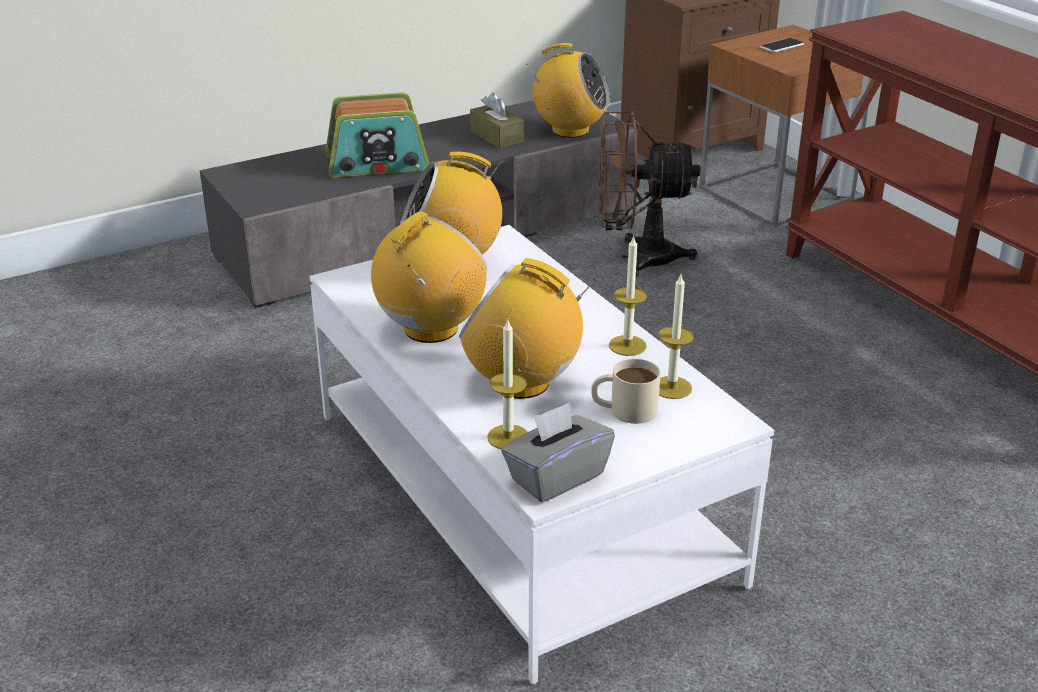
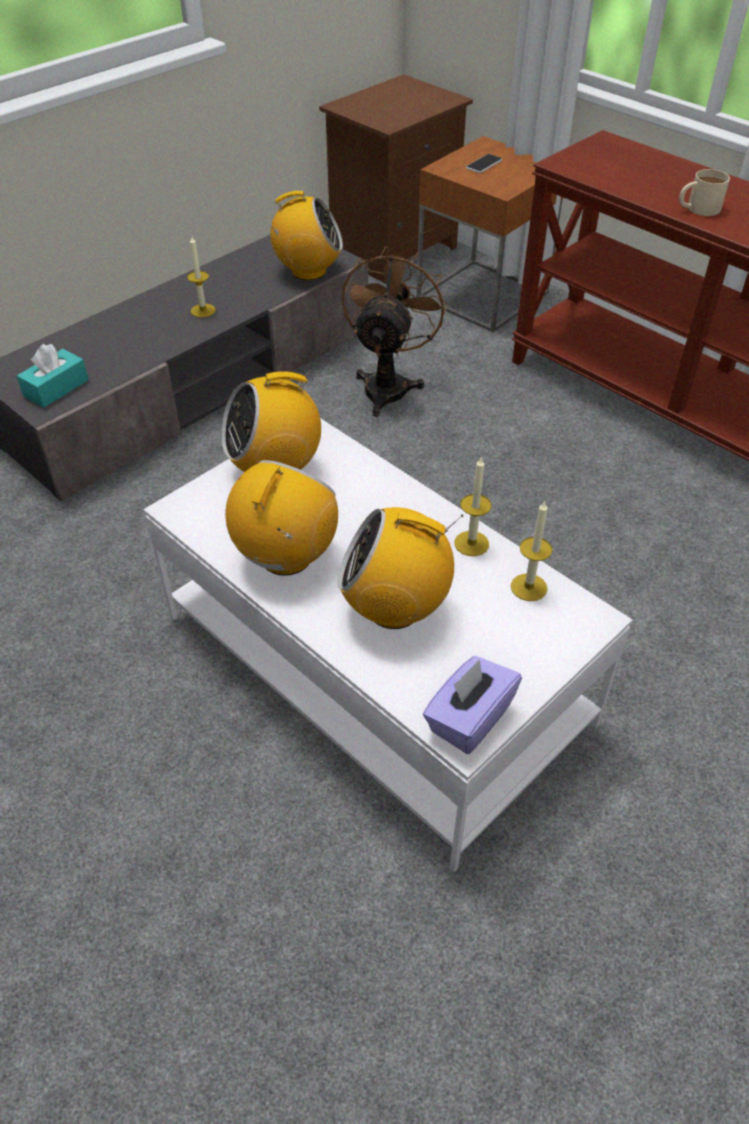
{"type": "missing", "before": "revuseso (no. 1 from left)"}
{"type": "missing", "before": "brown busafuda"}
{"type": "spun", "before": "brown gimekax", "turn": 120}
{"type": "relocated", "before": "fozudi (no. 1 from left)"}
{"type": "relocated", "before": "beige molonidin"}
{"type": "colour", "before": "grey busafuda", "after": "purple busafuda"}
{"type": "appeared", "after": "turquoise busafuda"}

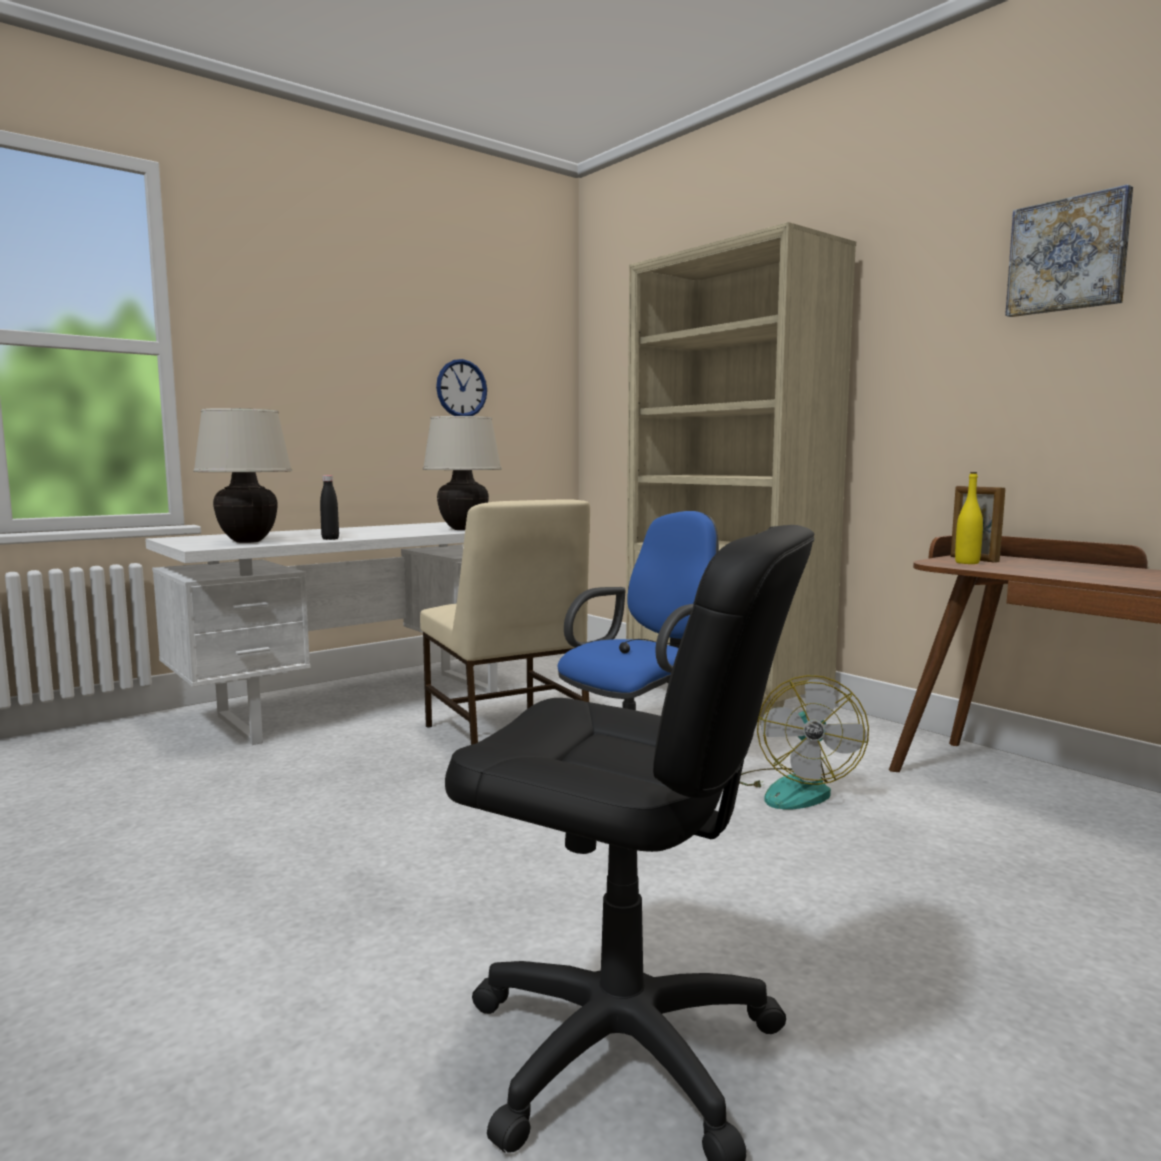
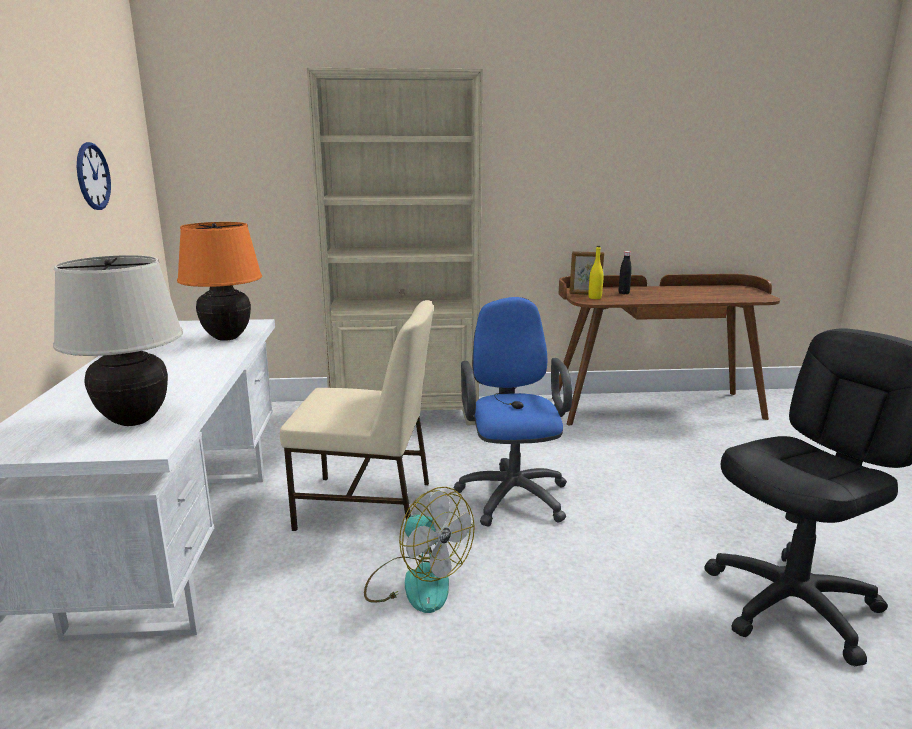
{"type": "missing", "before": "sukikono"}
{"type": "colour", "before": "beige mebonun (no. 2 from left)", "after": "orange mebonun"}
{"type": "relocated", "before": "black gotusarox"}
{"type": "relocated", "before": "gimekax"}

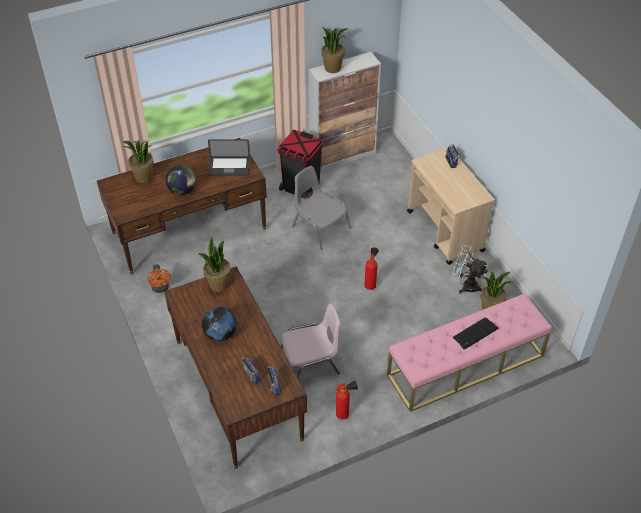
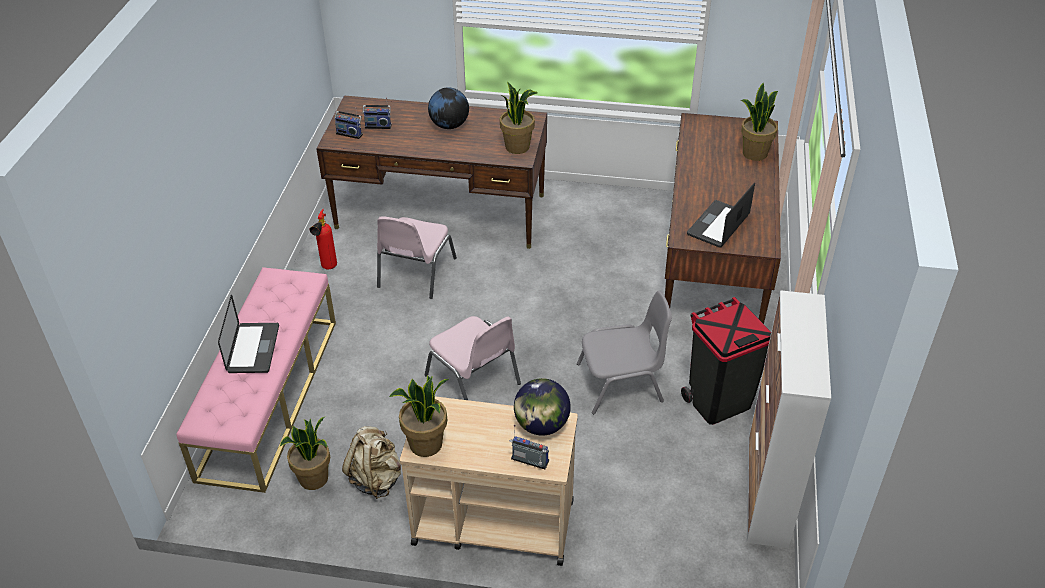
{"type": "relocated", "before": "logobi (no. 3 from left in the first image)", "after": "logobi (no. 2 from left)"}
{"type": "relocated", "before": "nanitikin (no. 1 from left in the first image)", "after": "nanitikin (no. 2 from left)"}
{"type": "exchanged", "before": "white gimekax", "after": "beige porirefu"}
{"type": "exchanged", "before": "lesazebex (no. 2 from left)", "after": "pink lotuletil (no. 2 from left)"}
{"type": "missing", "before": "orange gimekax"}
{"type": "exchanged", "before": "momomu", "after": "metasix (no. 1 from left)"}

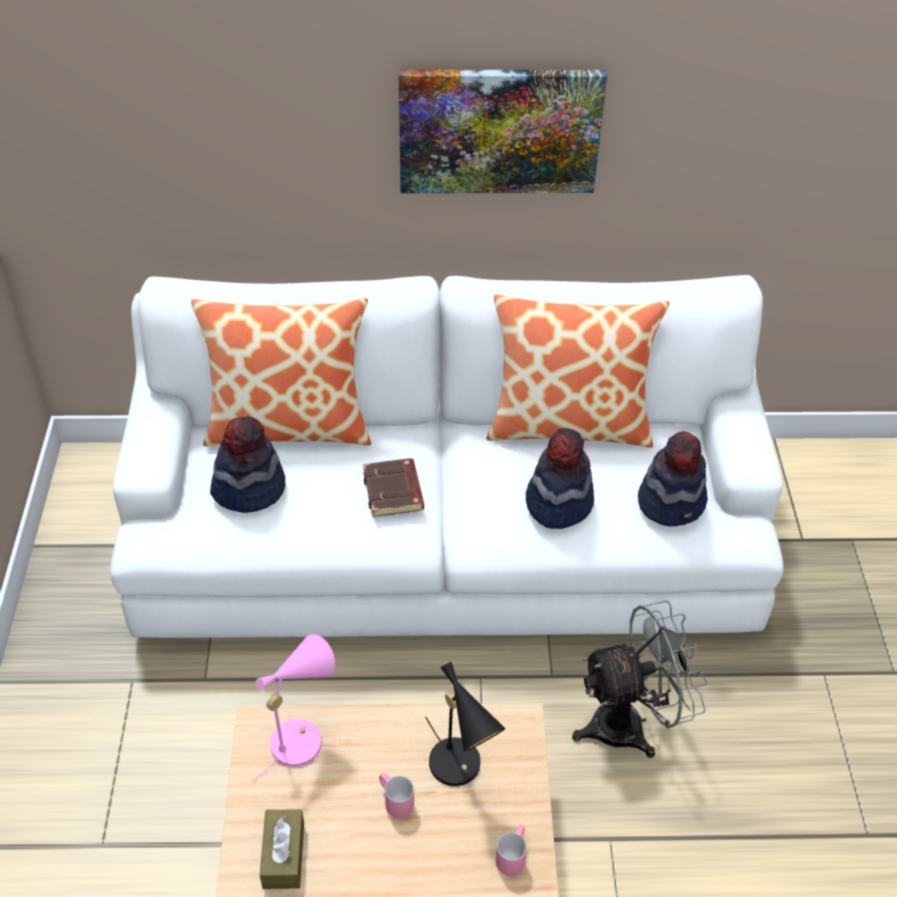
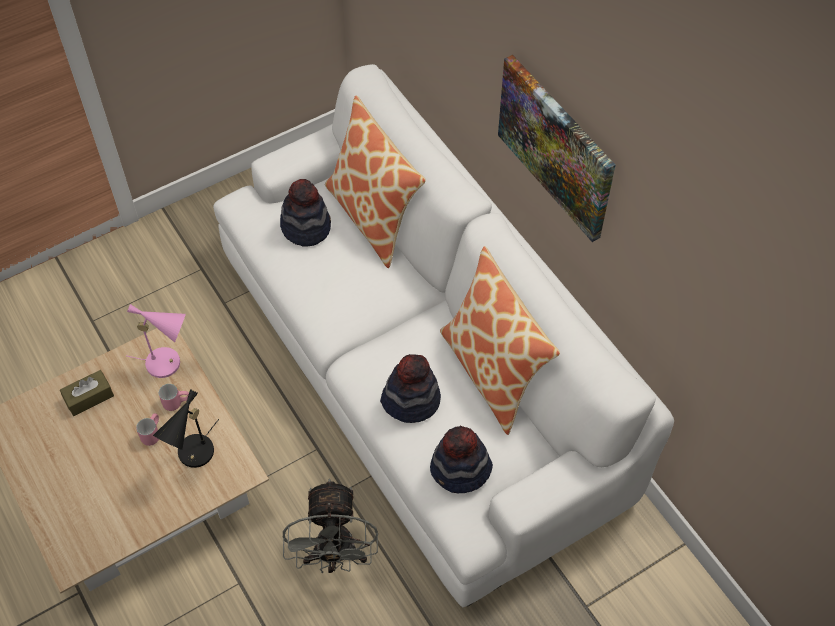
{"type": "missing", "before": "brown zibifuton"}
{"type": "spun", "before": "grey gimekax", "turn": 45}
{"type": "relocated", "before": "pink molonidin (no. 2 from left)"}

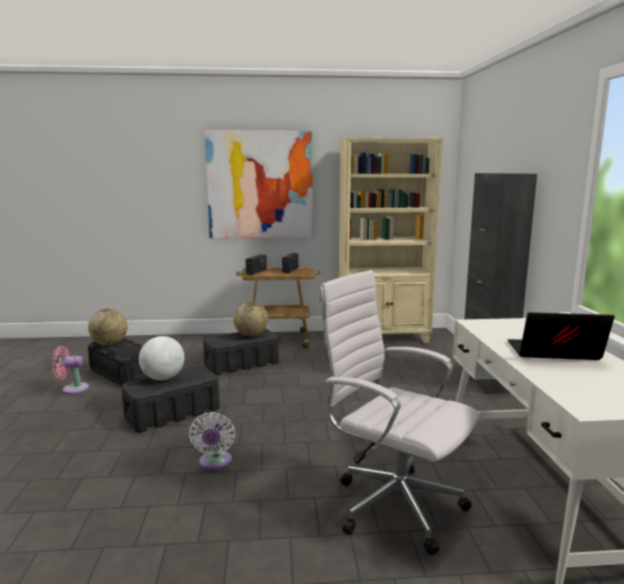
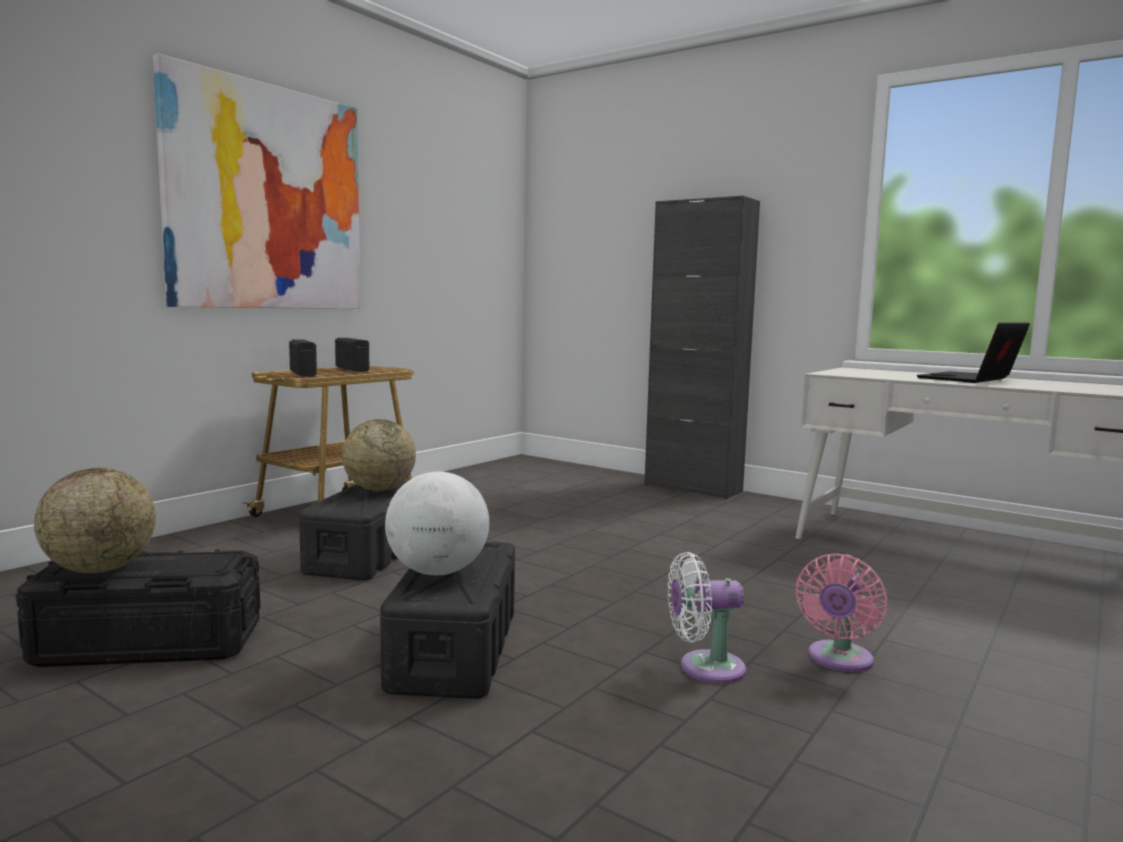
{"type": "missing", "before": "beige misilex"}
{"type": "missing", "before": "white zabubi"}
{"type": "relocated", "before": "pink gimekax"}
{"type": "spun", "before": "white gimekax", "turn": 135}

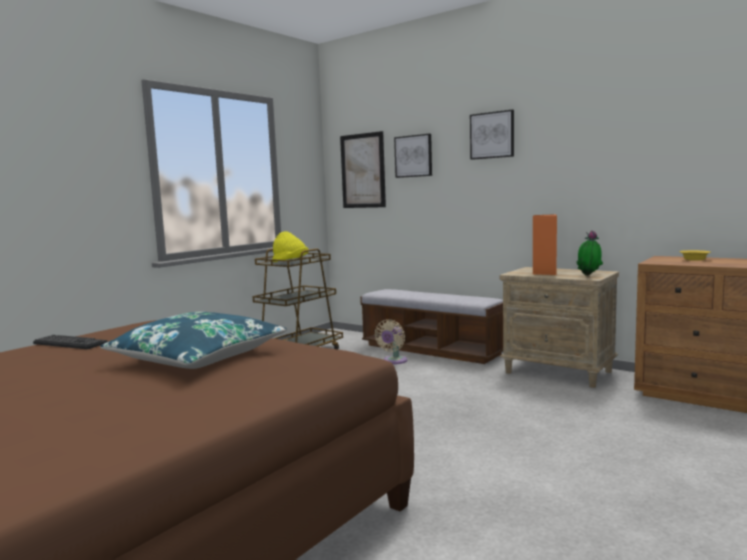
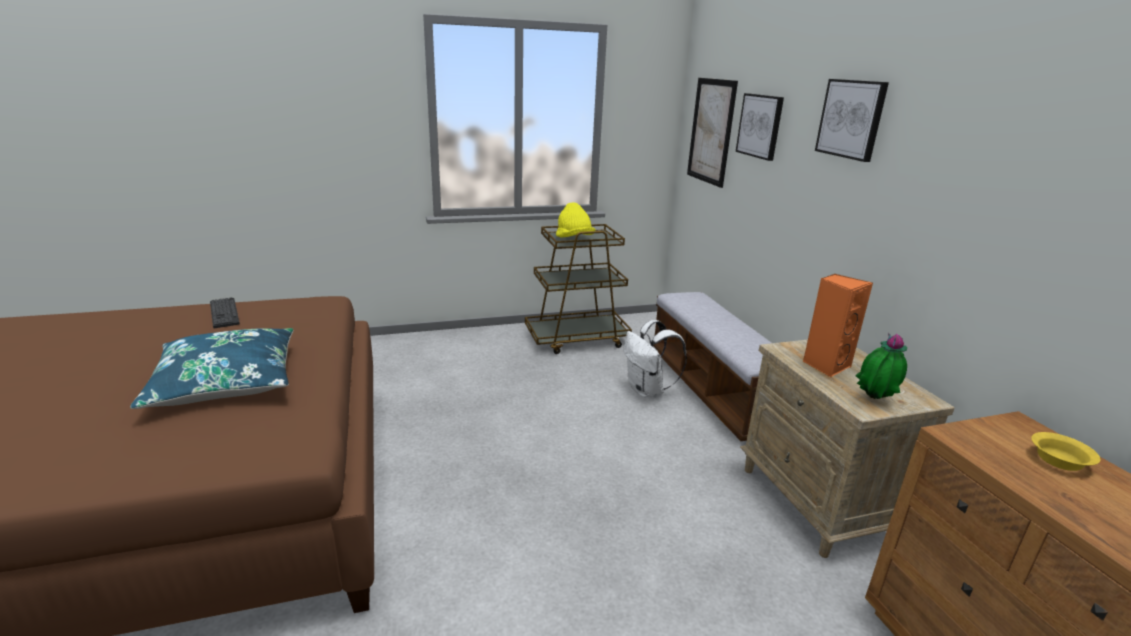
{"type": "exchanged", "before": "beige gimekax", "after": "white porirefu"}

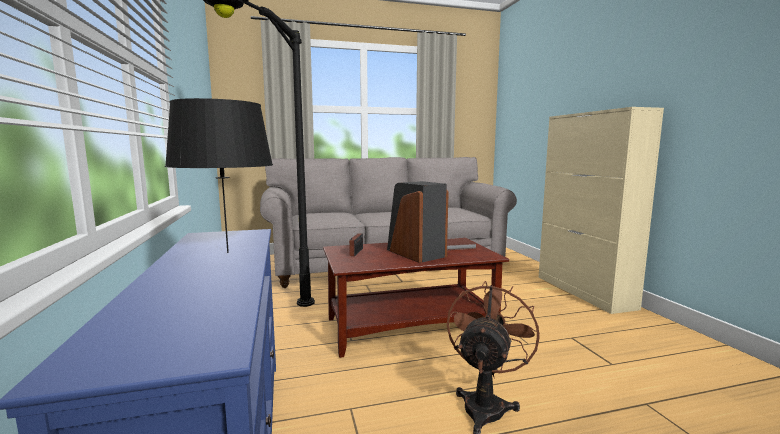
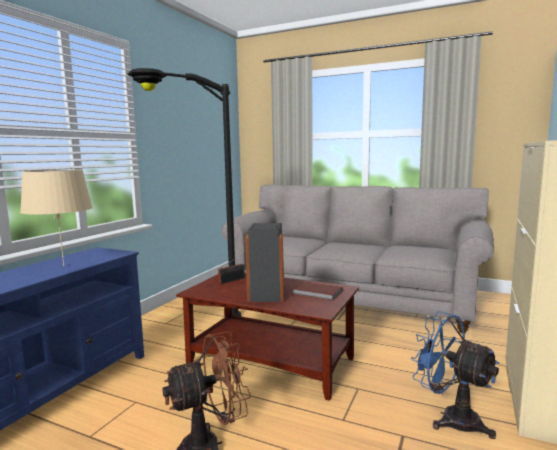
{"type": "colour", "before": "black mebonun", "after": "beige mebonun"}
{"type": "appeared", "after": "blue gimekax"}

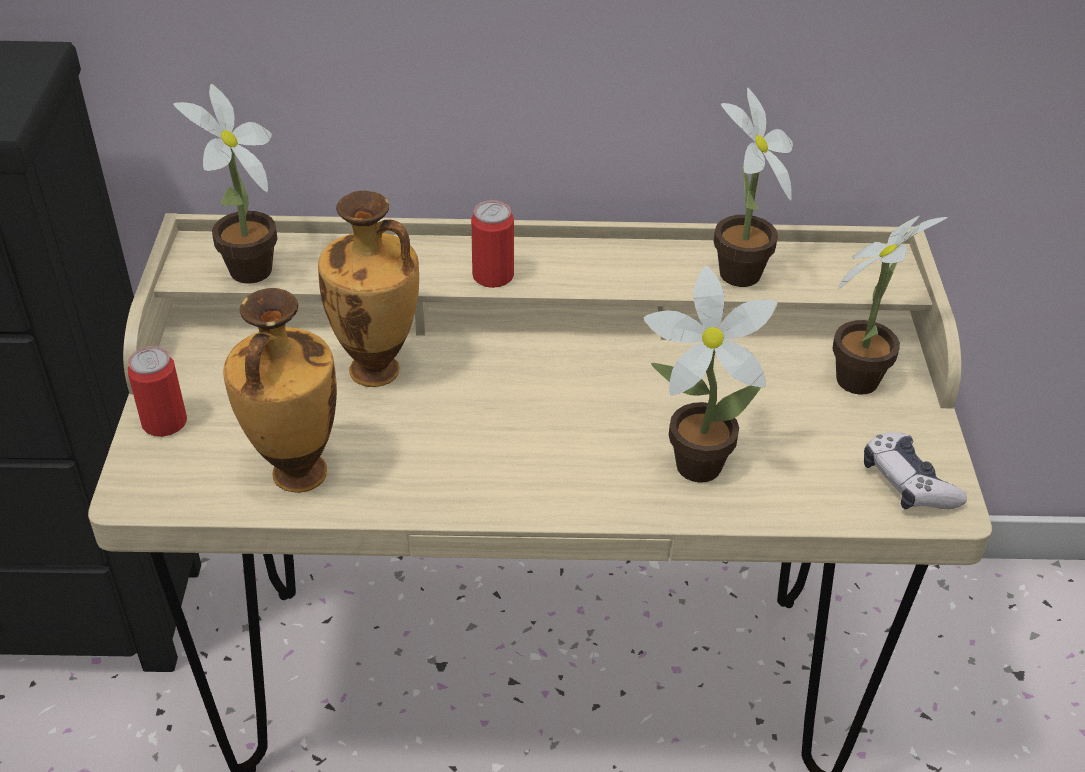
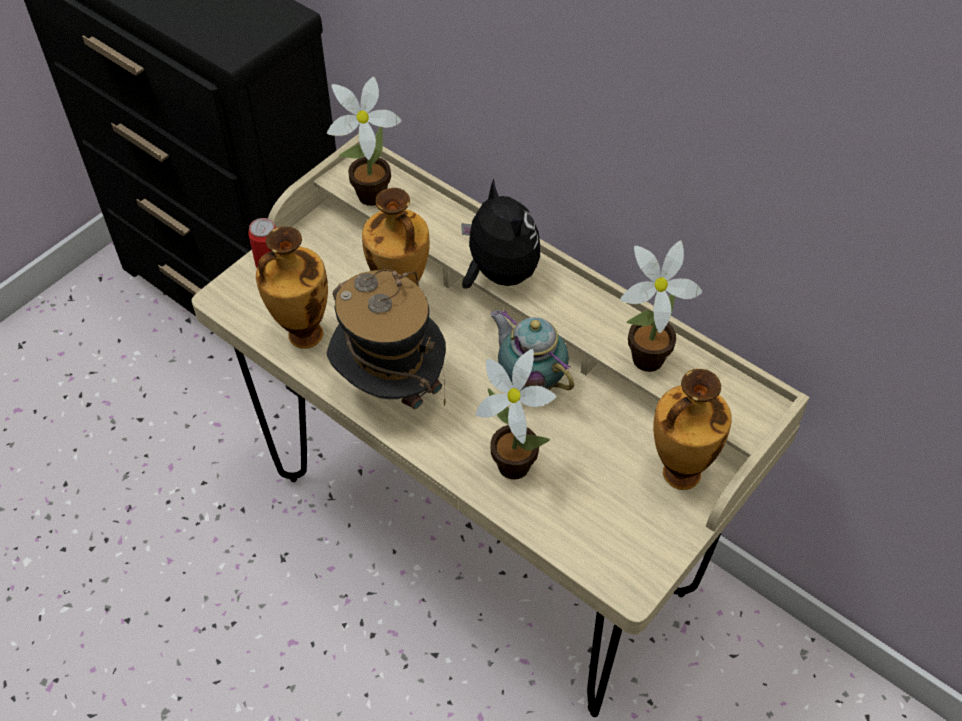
{"type": "exchanged", "before": "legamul (no. 2 from left)", "after": "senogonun"}
{"type": "exchanged", "before": "logobi (no. 4 from left)", "after": "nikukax (no. 3 from left)"}
{"type": "missing", "before": "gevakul"}
{"type": "appeared", "after": "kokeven"}
{"type": "appeared", "after": "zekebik"}

